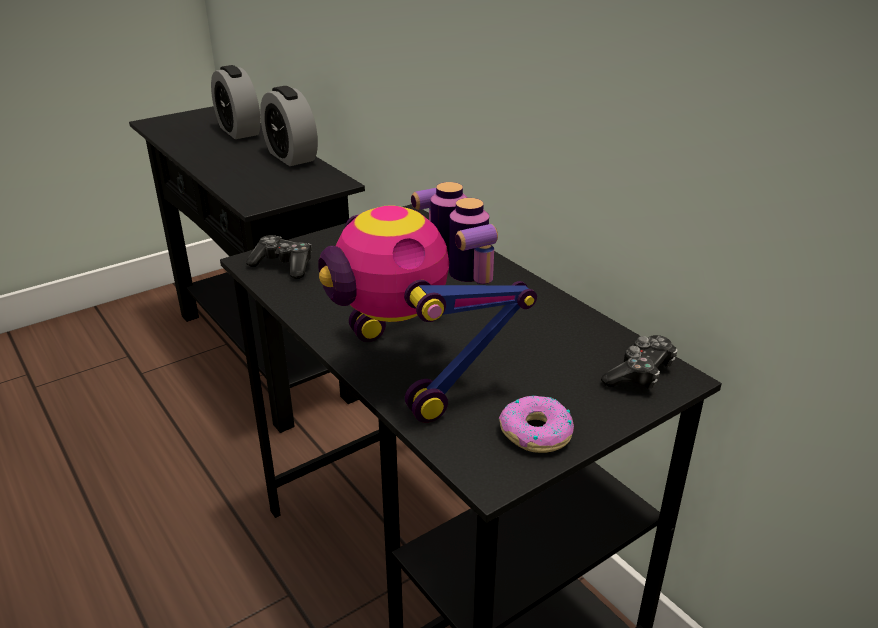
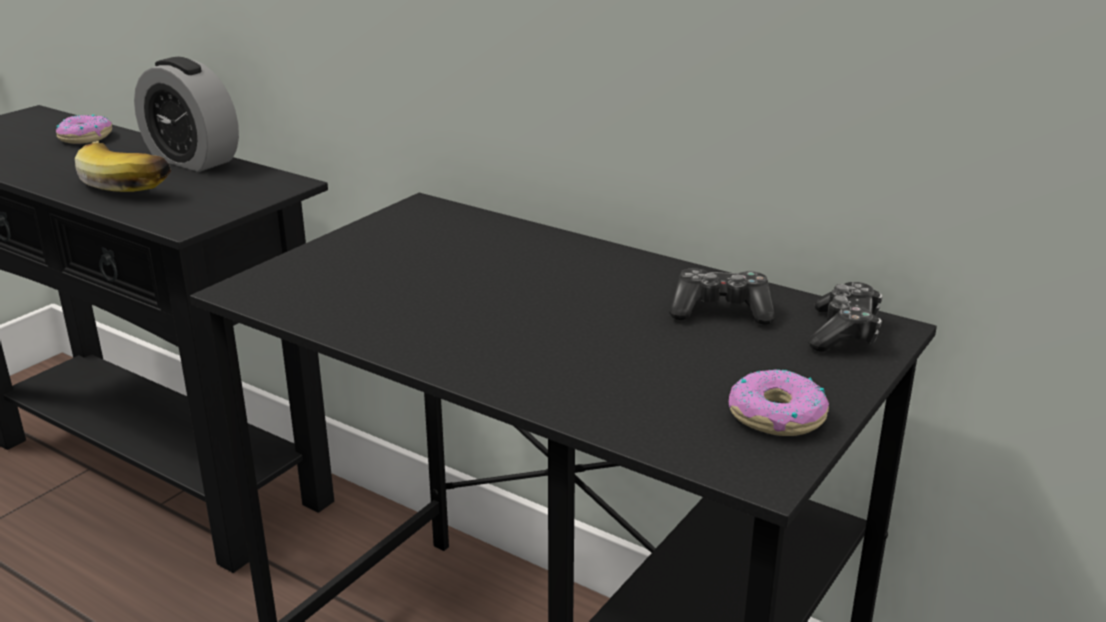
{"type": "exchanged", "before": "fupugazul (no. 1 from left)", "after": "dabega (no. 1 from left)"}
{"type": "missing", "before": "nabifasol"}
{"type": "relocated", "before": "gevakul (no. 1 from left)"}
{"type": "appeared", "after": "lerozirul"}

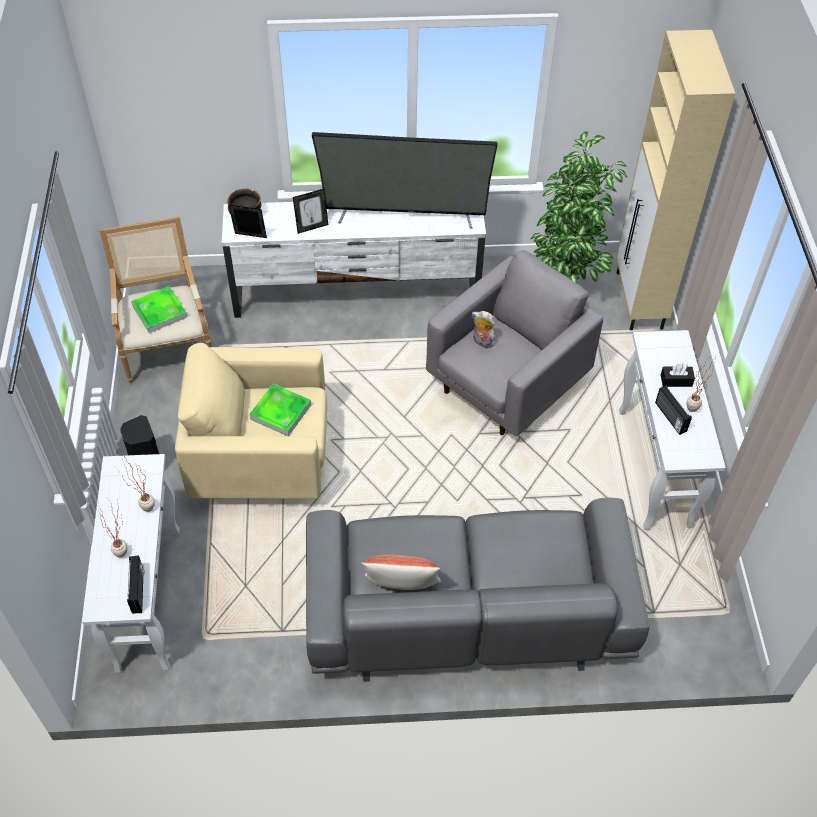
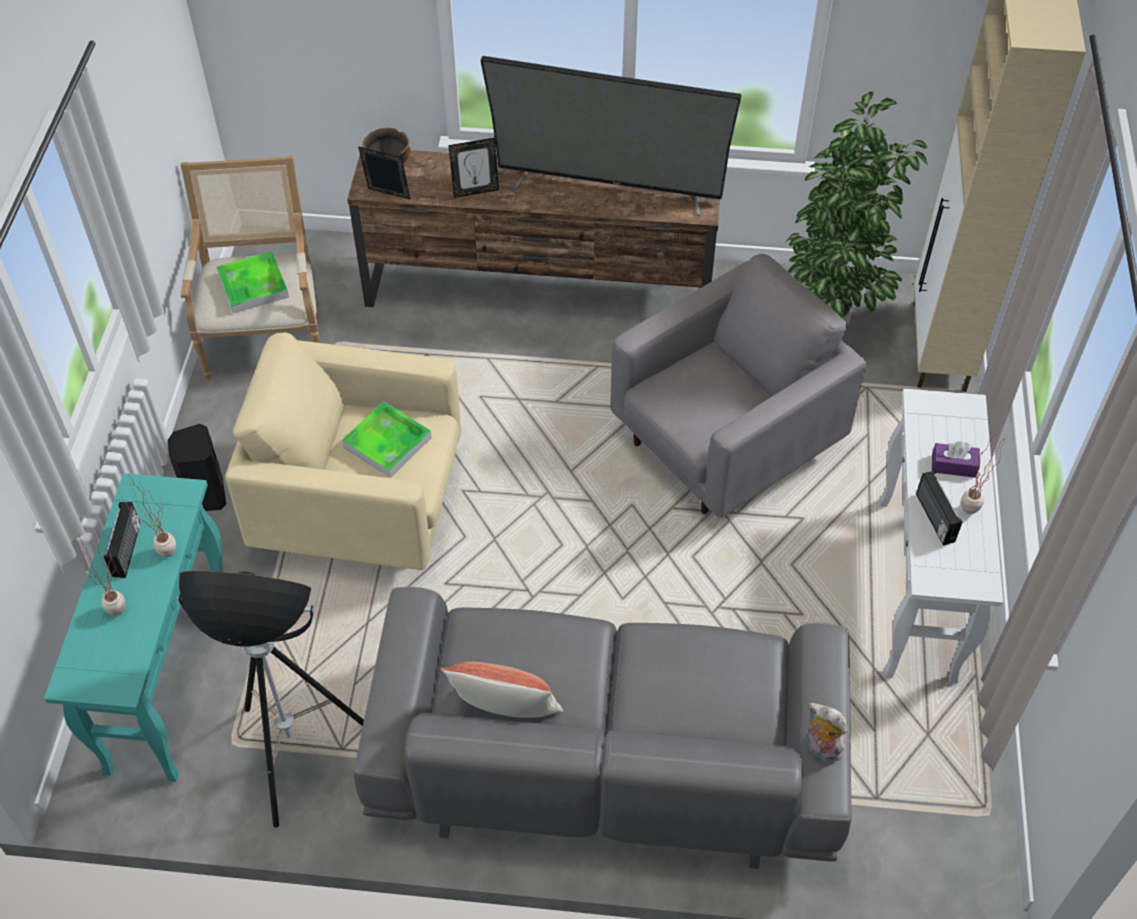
{"type": "colour", "before": "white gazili", "after": "brown gazili"}
{"type": "relocated", "before": "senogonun"}
{"type": "colour", "before": "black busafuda", "after": "purple busafuda"}
{"type": "colour", "before": "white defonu (no. 1 from left)", "after": "turquoise defonu"}
{"type": "relocated", "before": "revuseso (no. 1 from left)"}
{"type": "appeared", "after": "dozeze"}

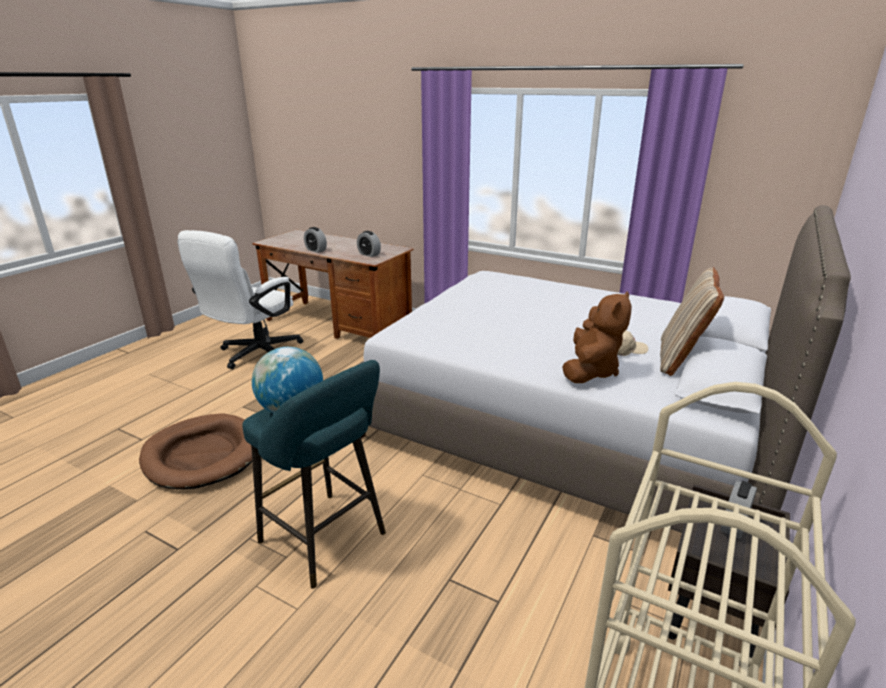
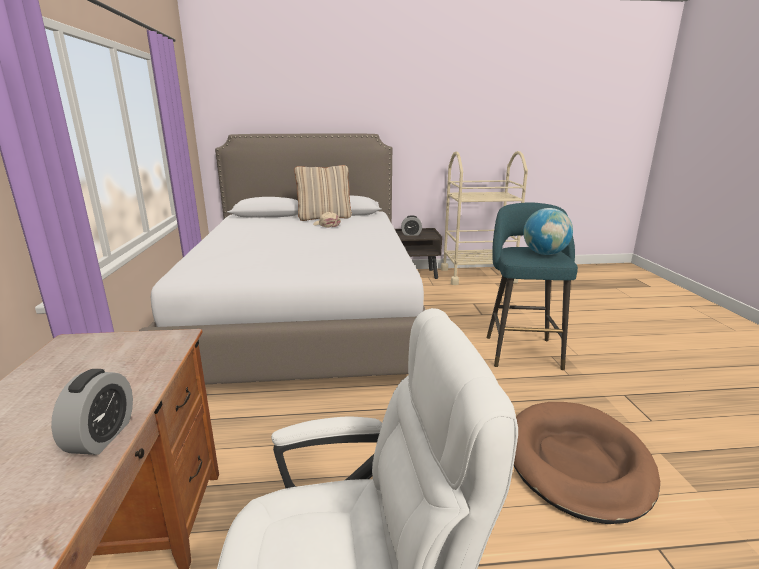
{"type": "missing", "before": "fupugazul (no. 2 from left)"}
{"type": "missing", "before": "brown senogonun"}

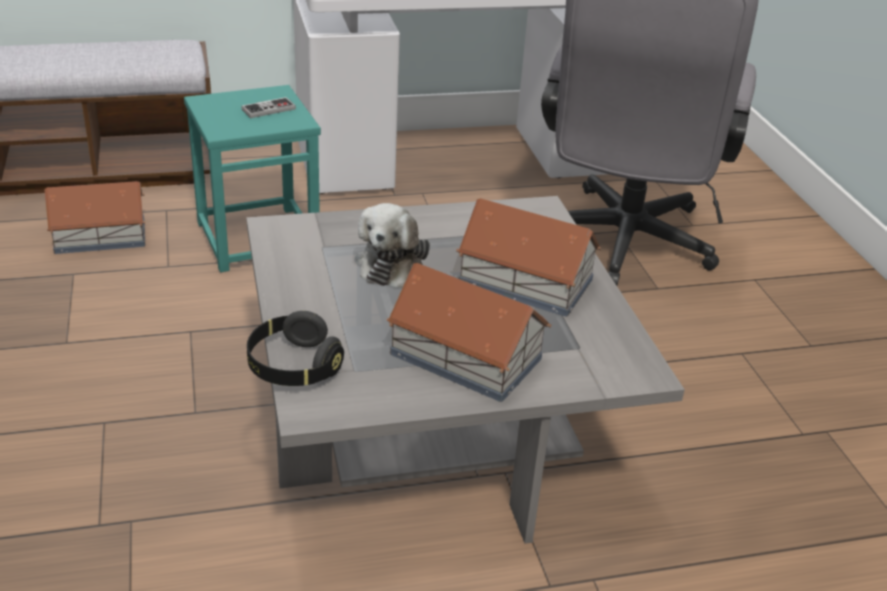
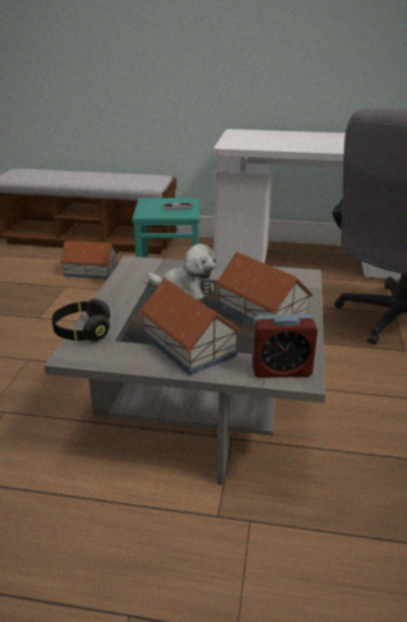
{"type": "spun", "before": "senogonun", "turn": -105}
{"type": "appeared", "after": "fupugazul"}

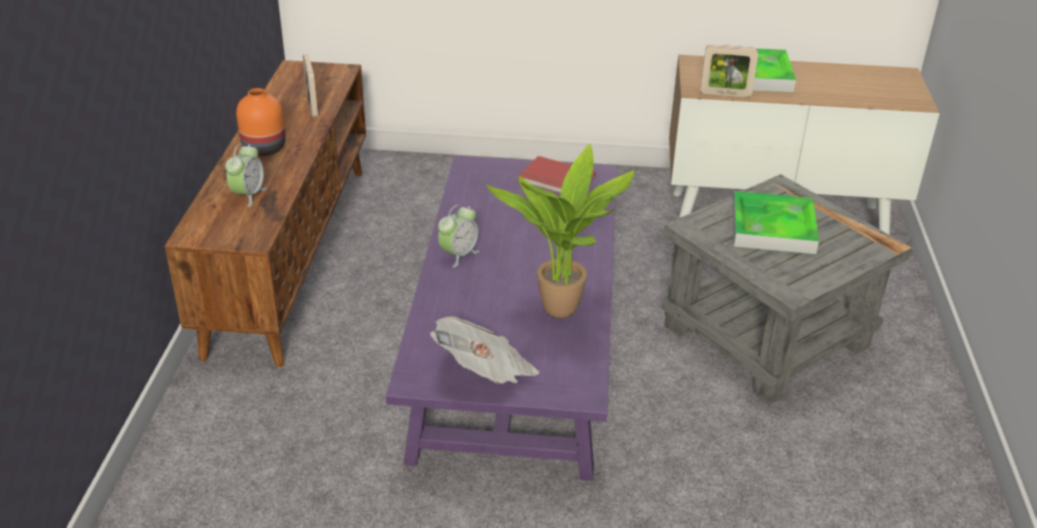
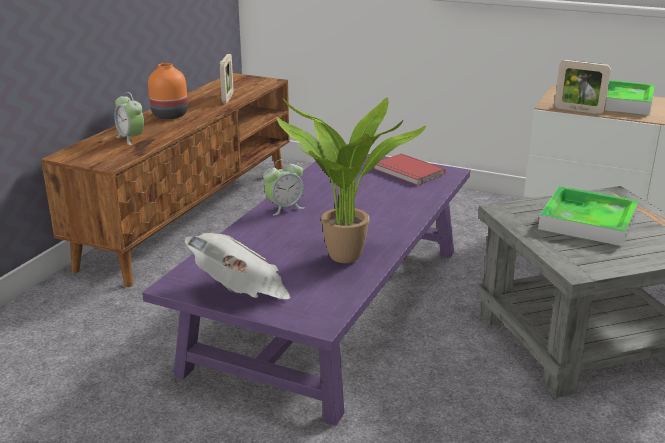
{"type": "spun", "before": "fupugazul (no. 1 from left)", "turn": 105}

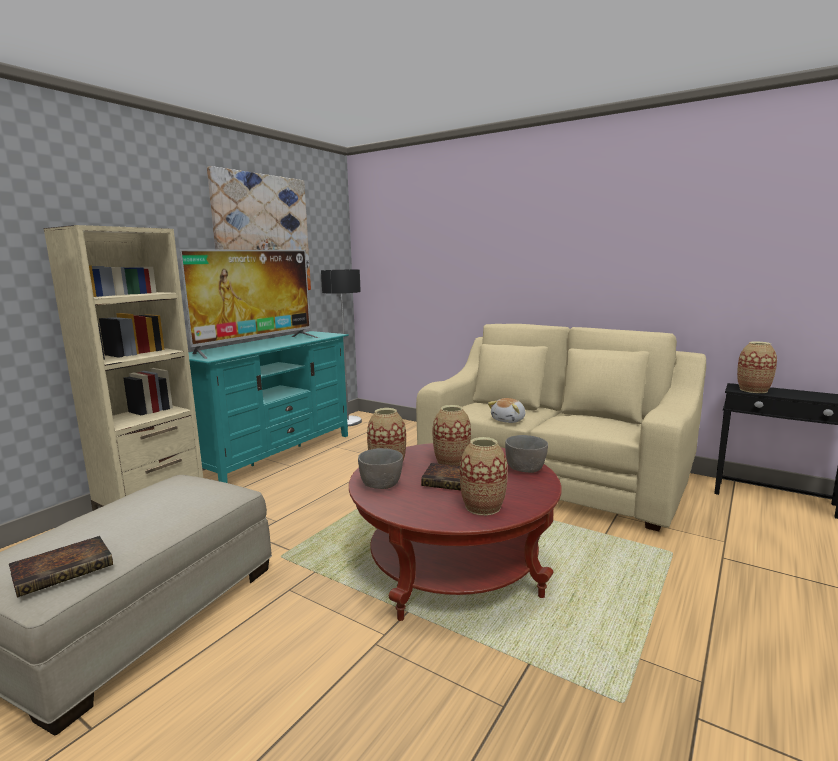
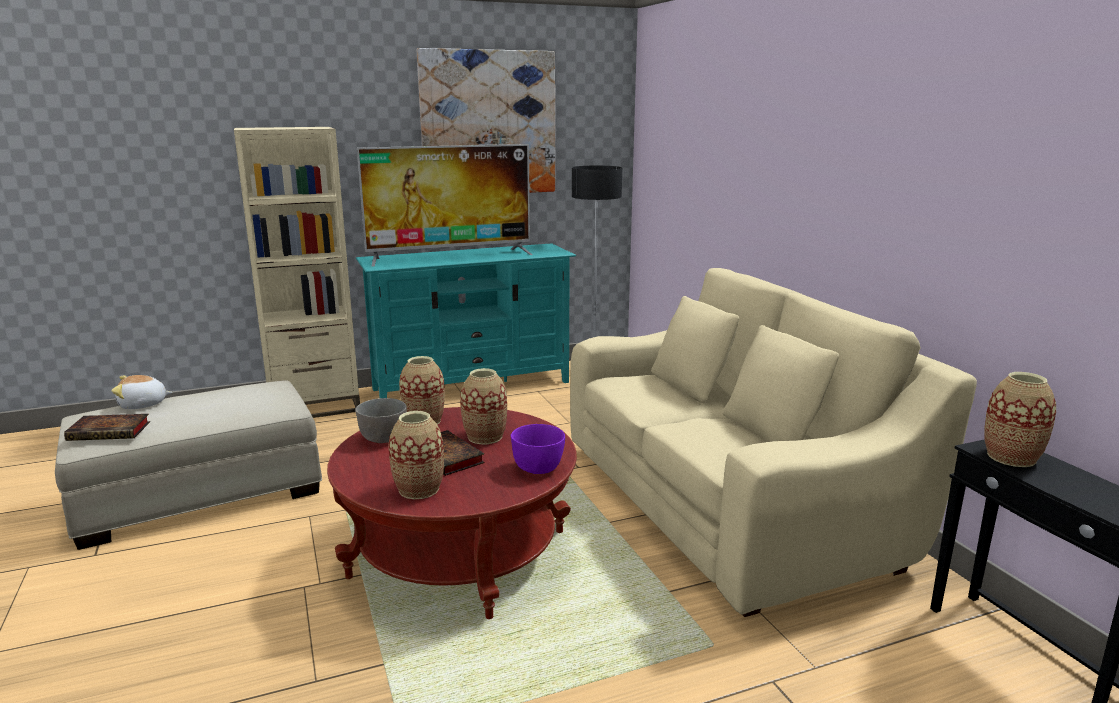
{"type": "relocated", "before": "senogonun"}
{"type": "colour", "before": "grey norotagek (no. 2 from left)", "after": "purple norotagek"}

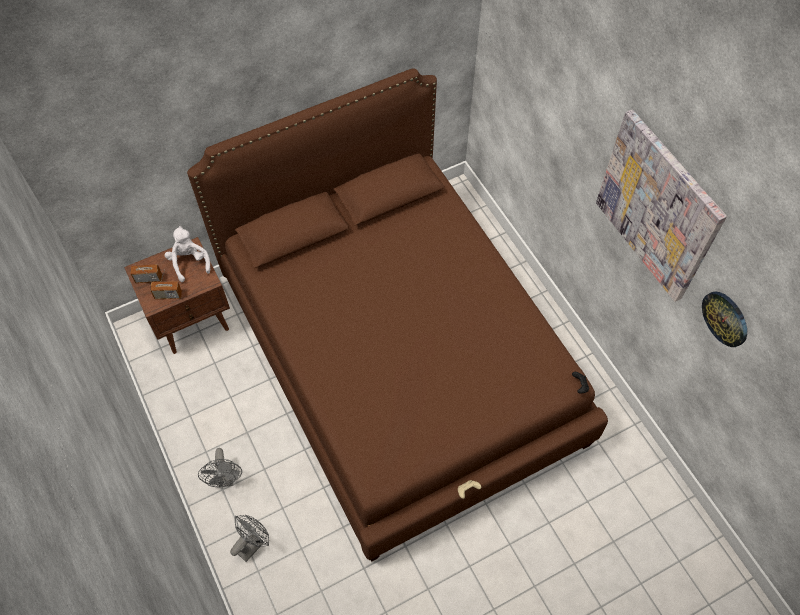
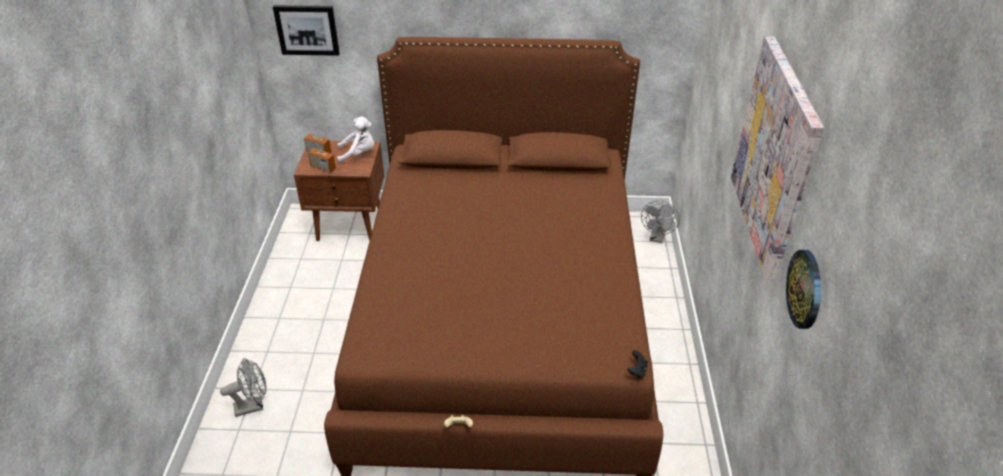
{"type": "spun", "before": "white senogonun", "turn": 75}
{"type": "relocated", "before": "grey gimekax (no. 1 from left in the first image)", "after": "grey gimekax (no. 2 from left)"}
{"type": "appeared", "after": "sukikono (no. 1 from left)"}

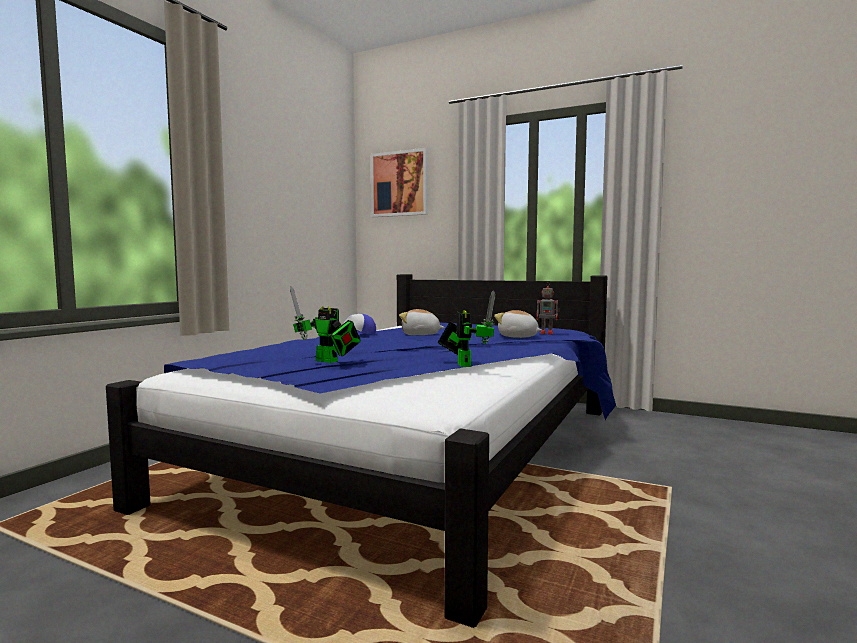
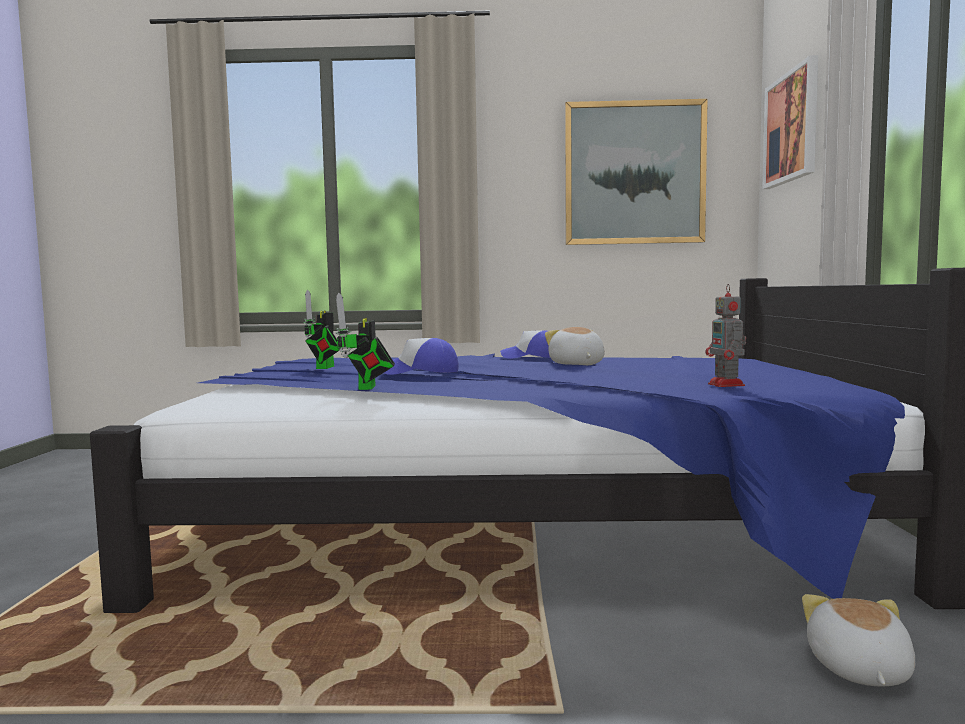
{"type": "spun", "before": "nabifasol (no. 2 from left)", "turn": 120}
{"type": "relocated", "before": "senogonun (no. 2 from left)"}
{"type": "appeared", "after": "sukikono (no. 1 from left)"}
{"type": "appeared", "after": "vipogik (no. 1 from left)"}

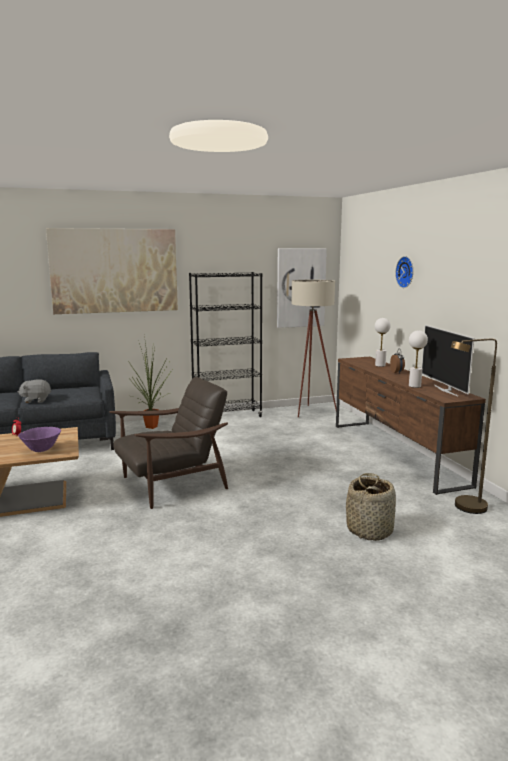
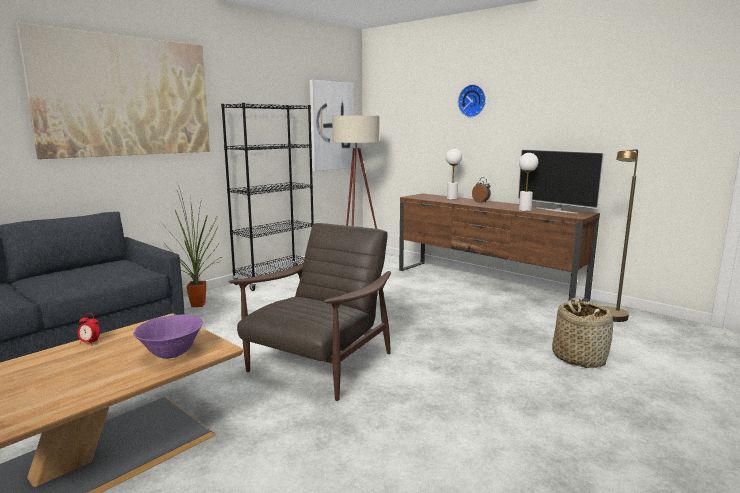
{"type": "missing", "before": "grey senogonun"}

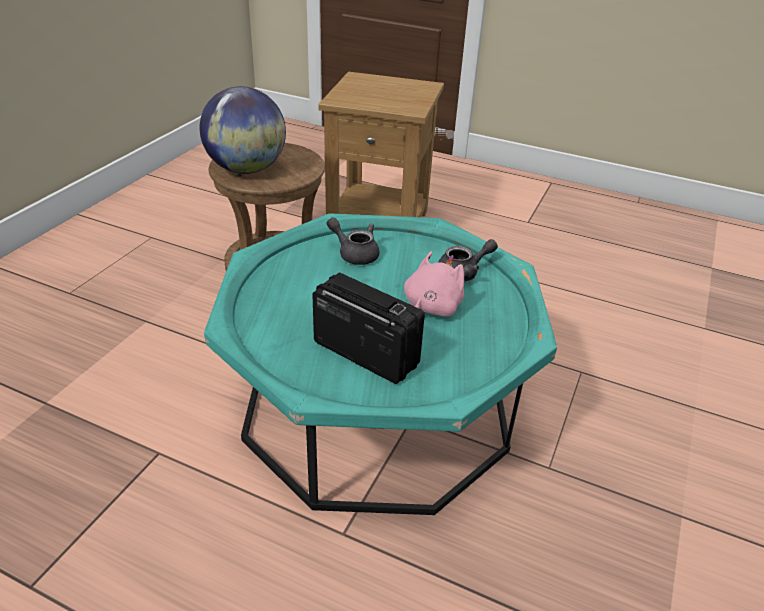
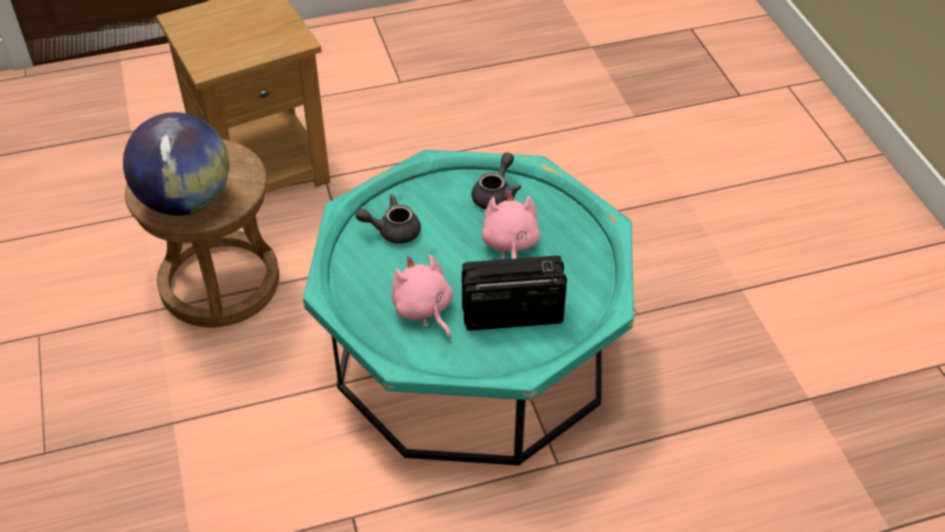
{"type": "appeared", "after": "pink senogonun (no. 1 from left)"}

